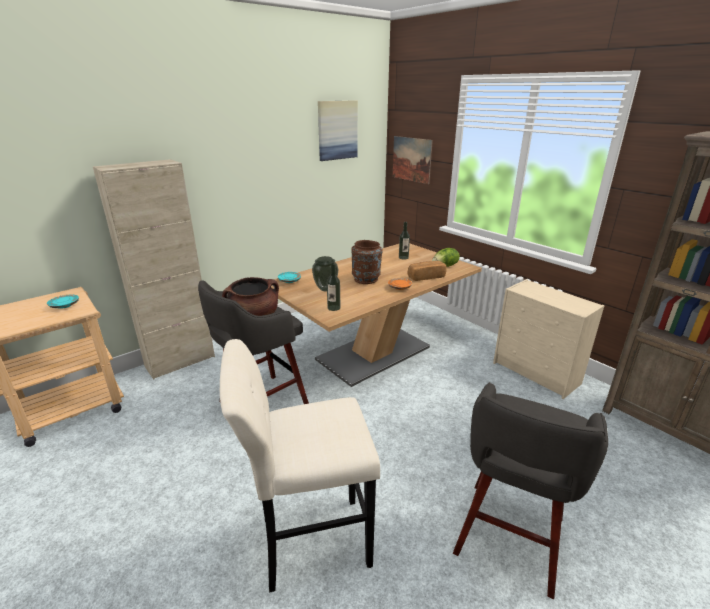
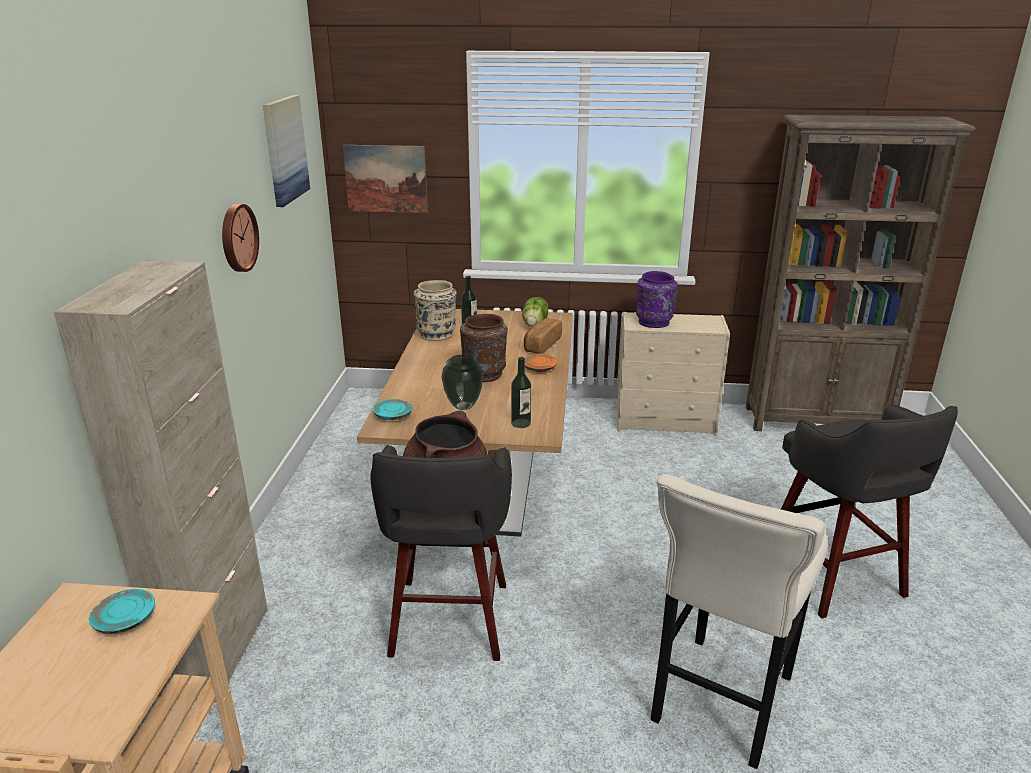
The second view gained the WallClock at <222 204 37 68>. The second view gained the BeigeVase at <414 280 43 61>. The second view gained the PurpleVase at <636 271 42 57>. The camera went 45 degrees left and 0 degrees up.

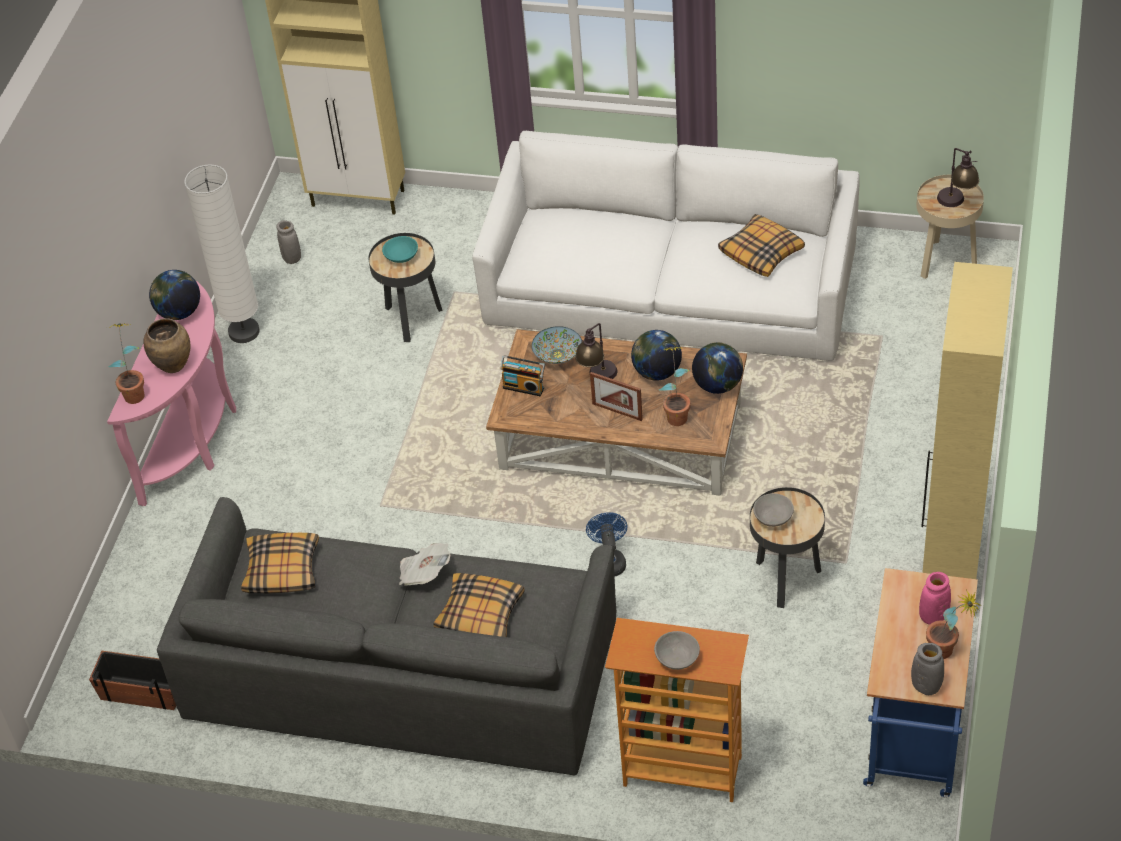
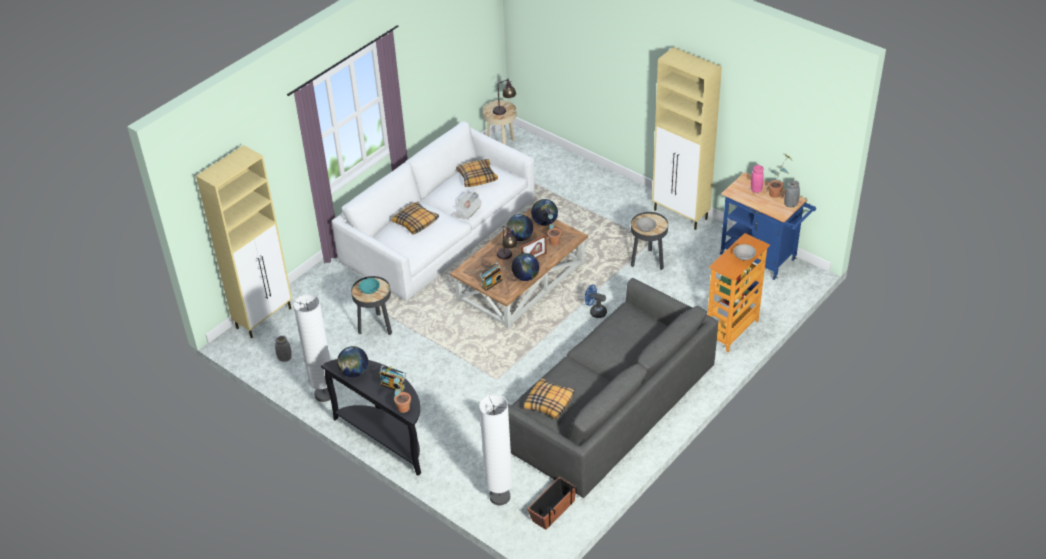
What was the PinkConsoleTable at <107 281 129 225> turned into the BlackConsoleTable at <321 359 100 117>. Where the BrownVase stood at <144 318 47 55>, the Radio came to stand at <379 365 27 27>. The Pillow ended up elsewhere, having gone from <433 573 92 64> to <392 202 47 32>. The Newspaper ended up elsewhere, having gone from <399 543 51 43> to <454 192 28 28>. The second view gained the WhiteFloorLamp at <479 394 34 111>. The second view gained the Globe at <512 253 27 28>. The second view lost the Bowl at <532 326 50 38>. The camera went 65 degrees left and 5 degrees down.

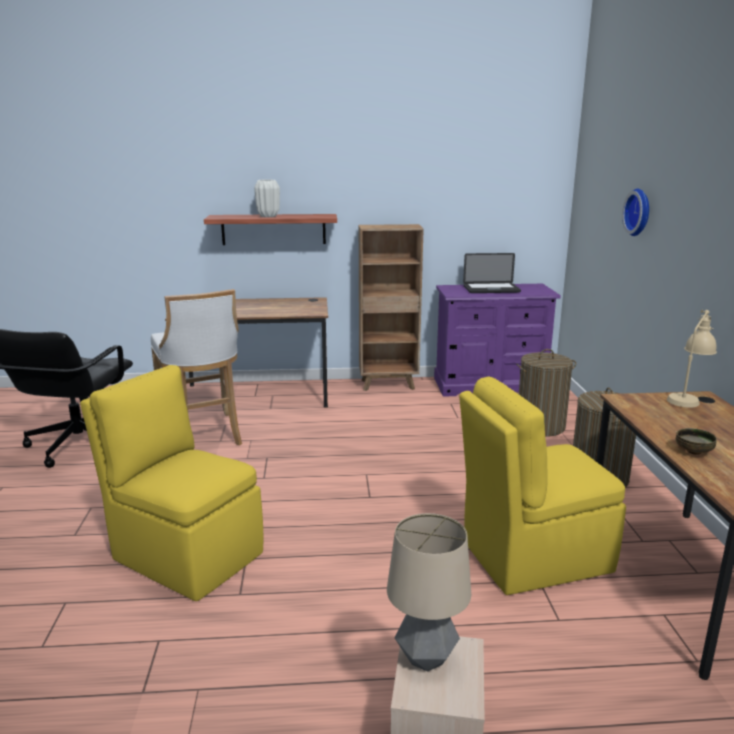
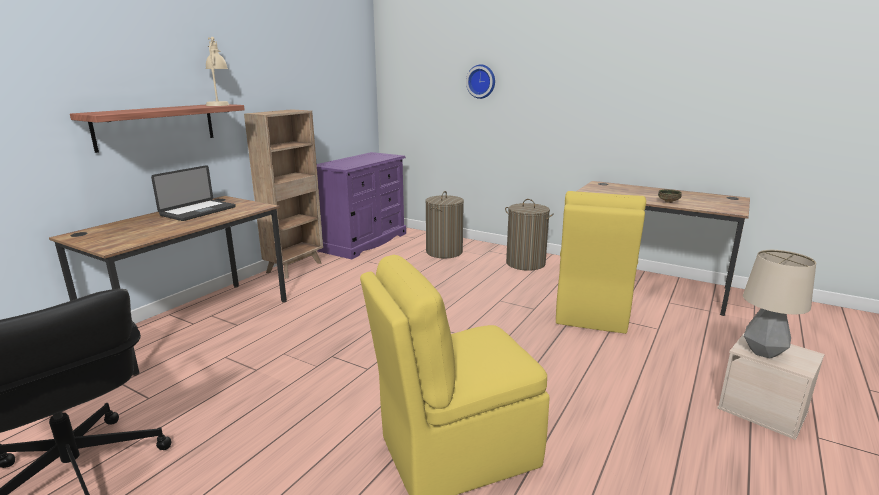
The Laptop ended up elsewhere, having gone from <463 253 58 40> to <151 165 85 56>. The BeigeTableLamp ended up elsewhere, having gone from <667 310 50 98> to <206 37 23 69>. The second view lost the WhiteStool at <151 289 91 156>. The second view lost the WhiteVase at <254 179 26 38>. The camera went 55 degrees left and 0 degrees up.

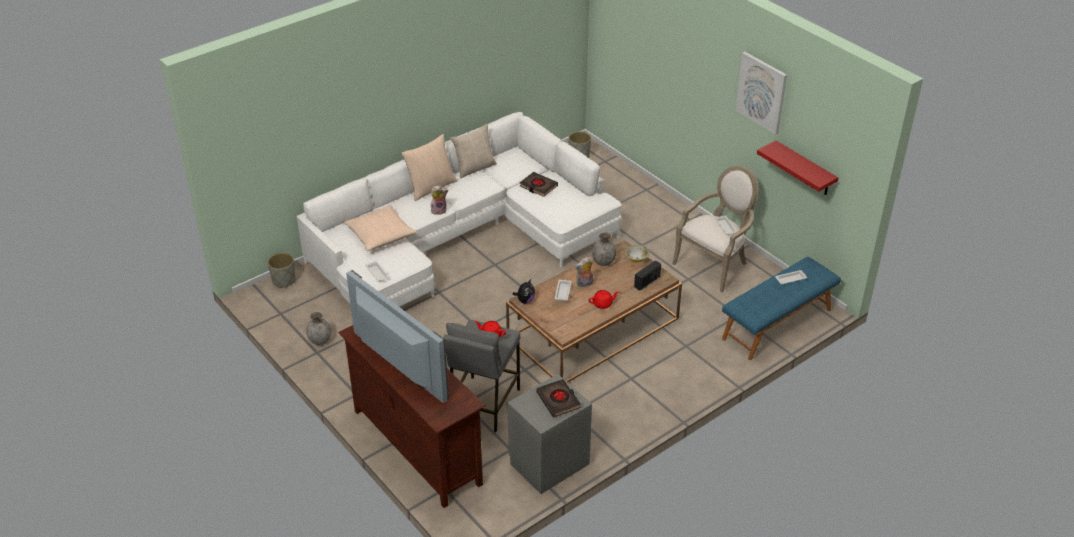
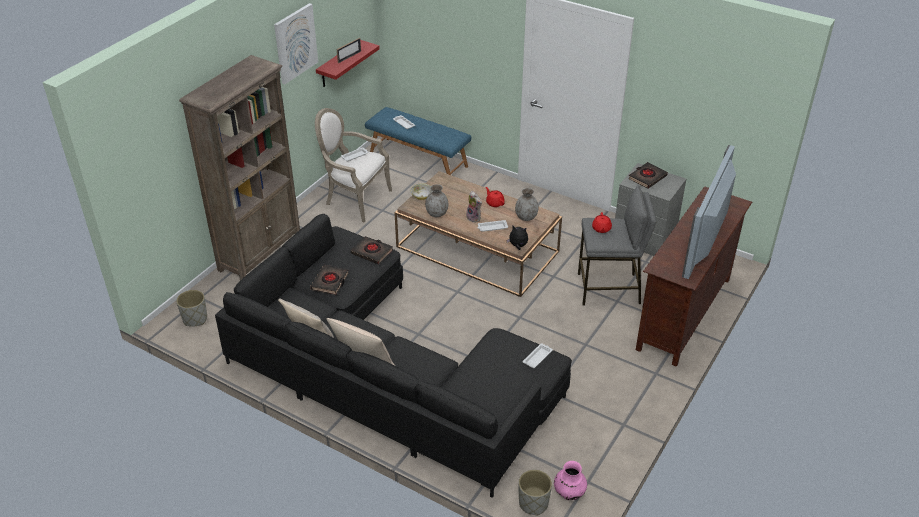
The second view gained the BrownBookcase at <179 55 121 226>. What was the WhiteSofa at <296 112 326 195> turned into the BlackSofa at <215 214 357 284>. The second view gained the PictureFrame at <337 38 24 25>. The second view gained the BlackBook at <351 236 42 28>. The GreyVase ended up elsewhere, having gone from <306 312 25 33> to <515 188 23 33>. The second view gained the PinkVase at <554 461 33 39>. The second view lost the BeigePillow at <344 205 73 46>. The second view lost the PlushToy at <431 185 17 30>. The second view lost the Radio at <634 261 27 30>. The camera went 110 degrees left and 0 degrees up.

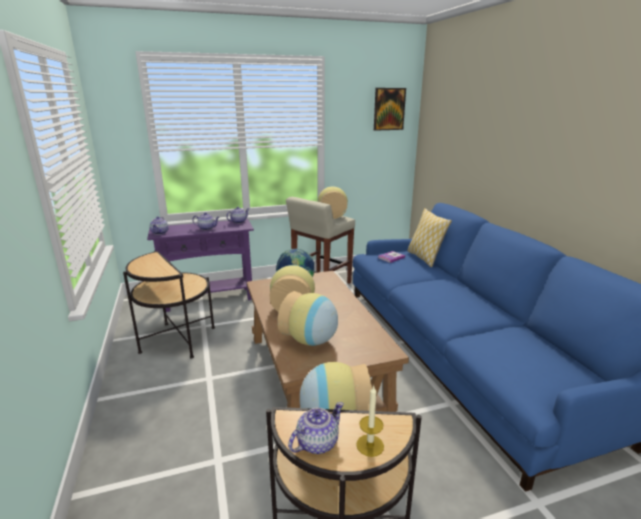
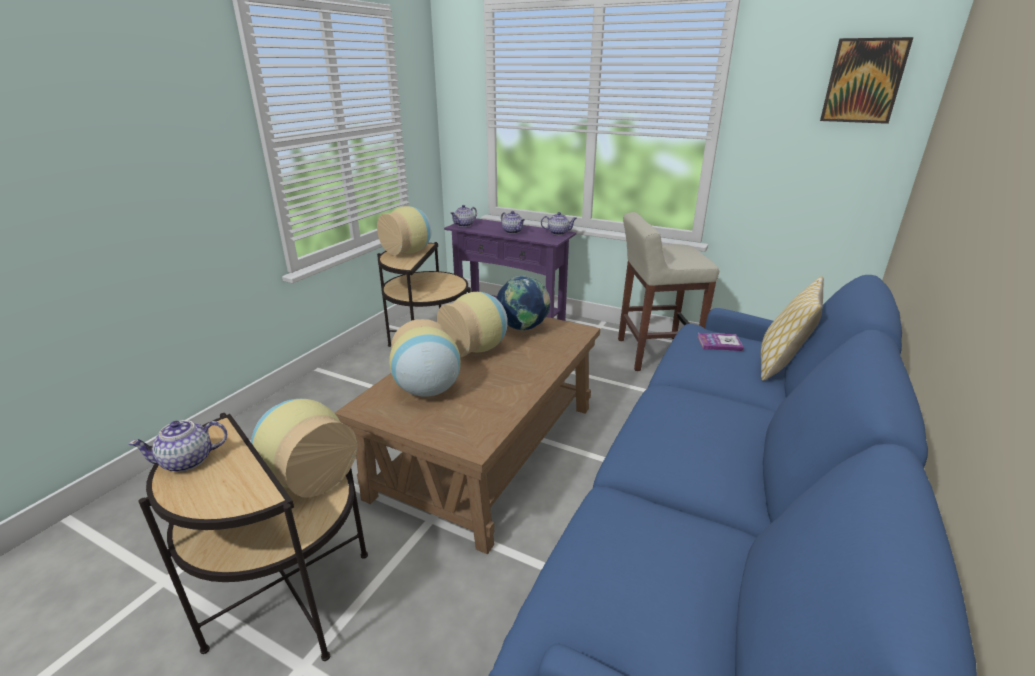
The Teapot at <288 402 56 52> ended up facing another way, 150 degrees clockwise from before. The Vase ended up elsewhere, having gone from <317 186 31 33> to <377 206 55 49>. The second view lost the Candle at <356 386 28 71>. The camera went 45 degrees right and 5 degrees up.

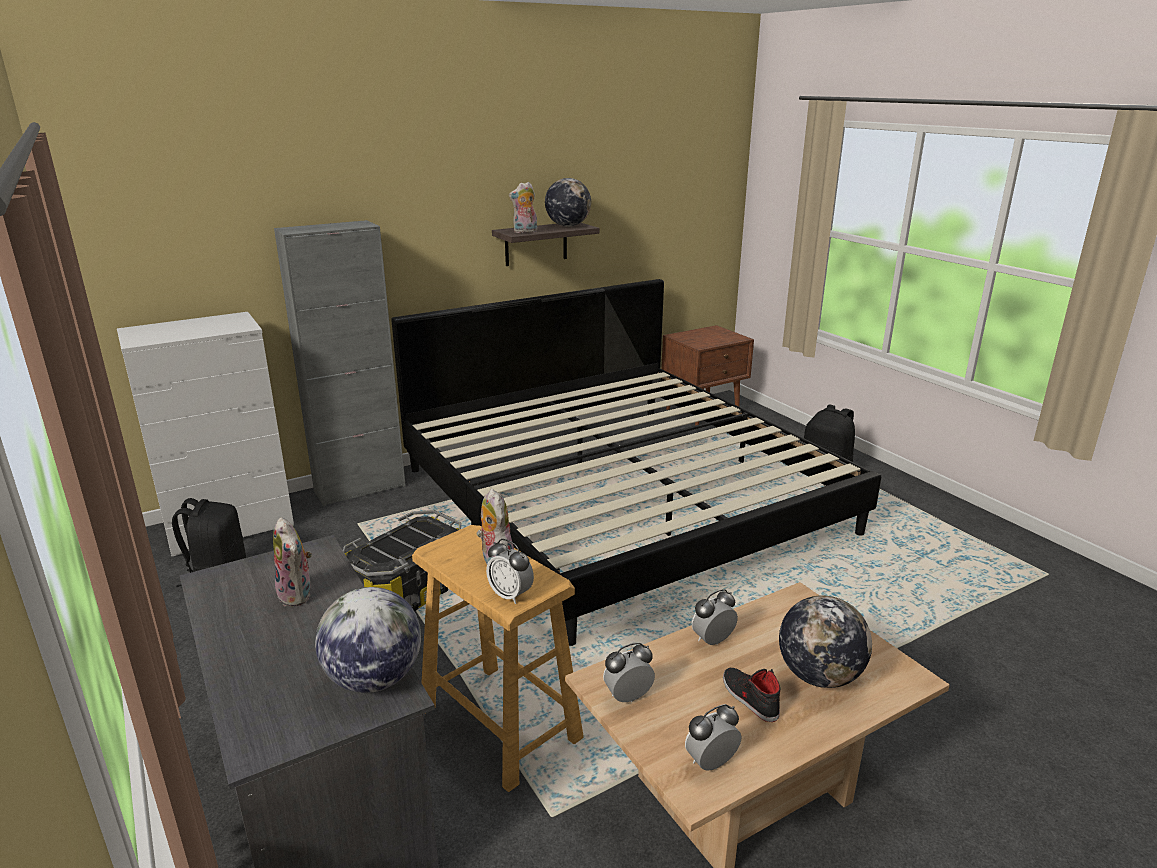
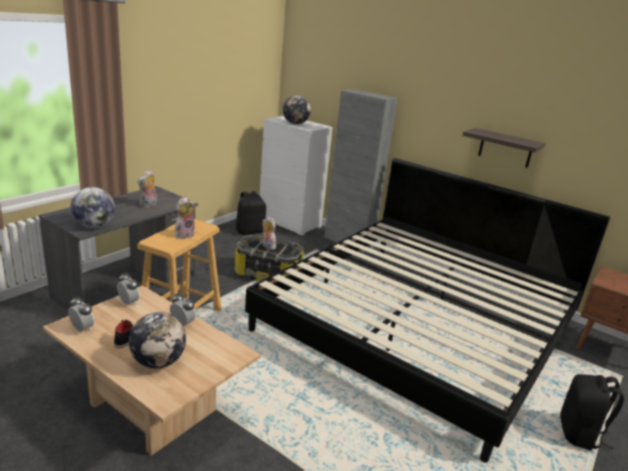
The PlushToy ended up elsewhere, having gone from <509 182 28 51> to <262 217 14 33>. The Globe ended up elsewhere, having gone from <545 178 46 49> to <283 95 28 29>. The second view lost the AlarmClock at <486 539 48 65>. The camera went 65 degrees right and 0 degrees up.

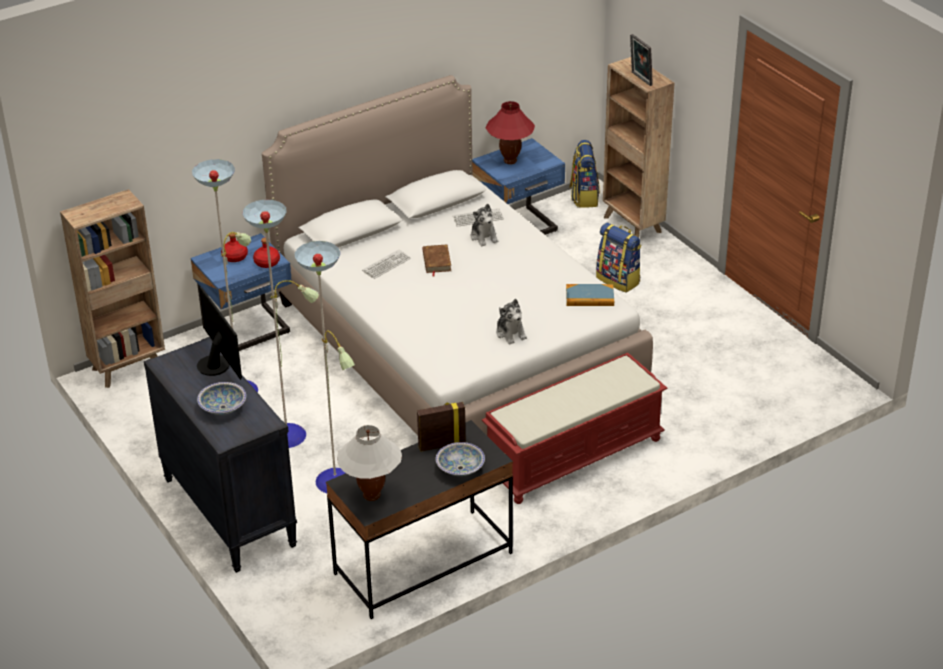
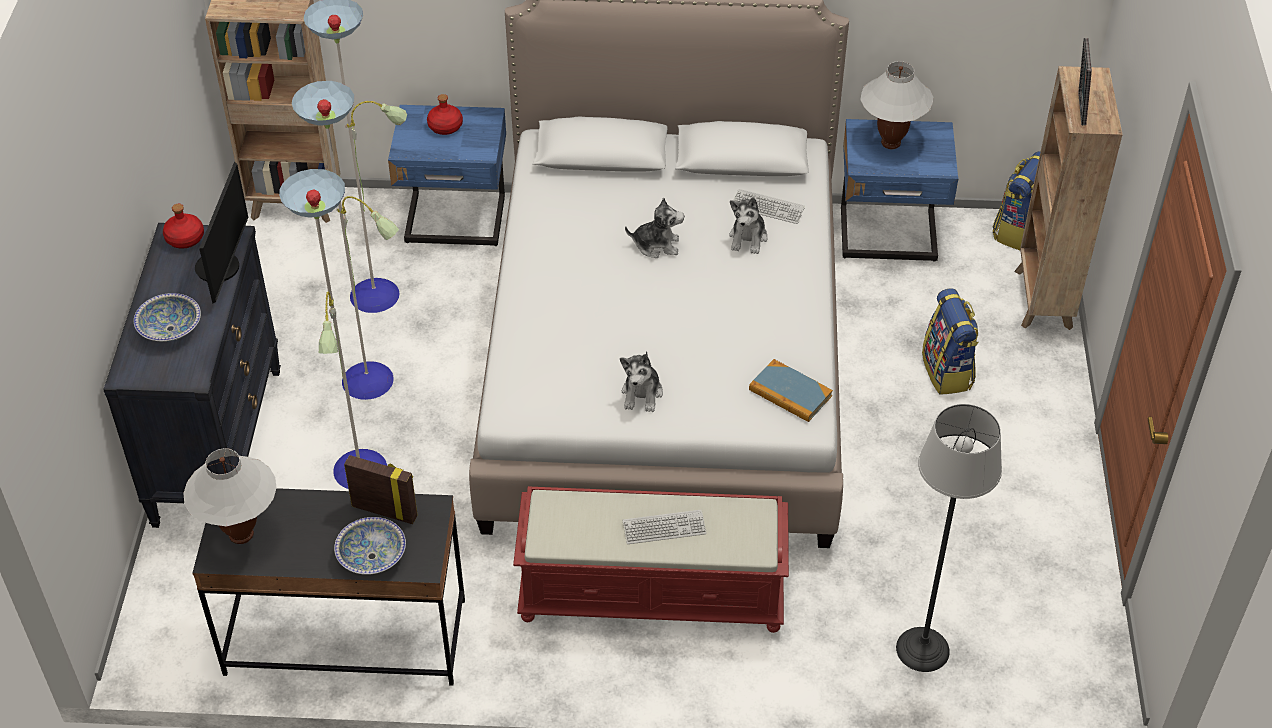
The RedBottle ended up elsewhere, having gone from <253 238 27 30> to <163 204 41 45>. The Keyboard ended up elsewhere, having gone from <362 249 49 30> to <623 510 84 34>. Where the BrownBook stood at <423 244 28 33>, the PlushToy came to stand at <625 198 59 60>. What was the RedTableLamp at <486 101 49 63> turned into the WhiteTableLamp at <860 61 73 88>. The second view gained the FloorLamp at <896 404 106 268>. The camera went 35 degrees right and 10 degrees up.

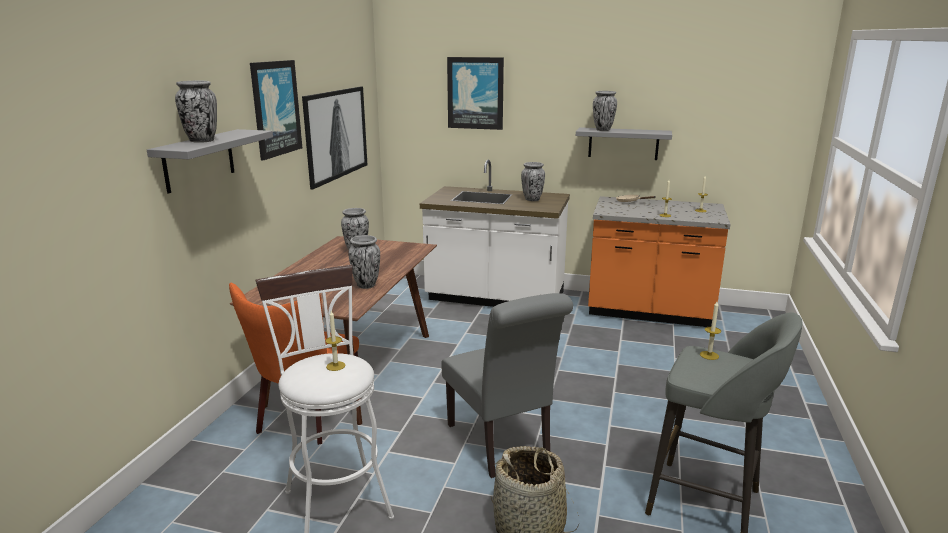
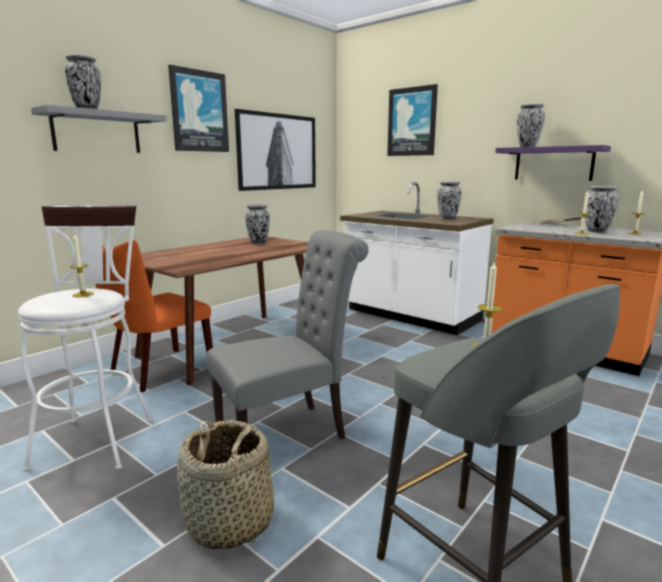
The GreyChair at <441 293 132 185> ended up facing another way, 120 degrees counterclockwise from before. What was the GreyShelf at <576 127 96 33> turned into the PurpleShelf at <495 145 116 36>. The Vase ended up elsewhere, having gone from <348 235 32 54> to <585 186 33 47>. The camera went 25 degrees right and 5 degrees down.

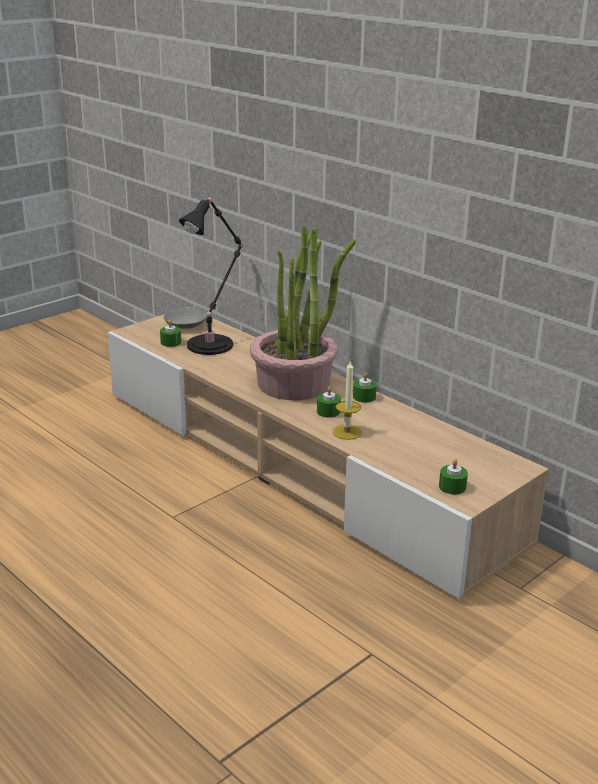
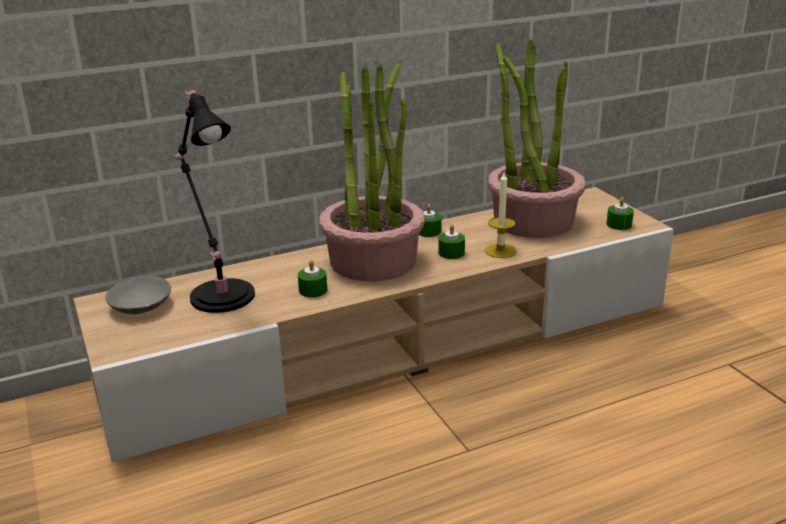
The GreenCandle ended up elsewhere, having gone from <160 320 21 27> to <298 260 29 37>. The second view gained the PottedPlant at <488 39 98 199>. The camera went 70 degrees left and 0 degrees up.

